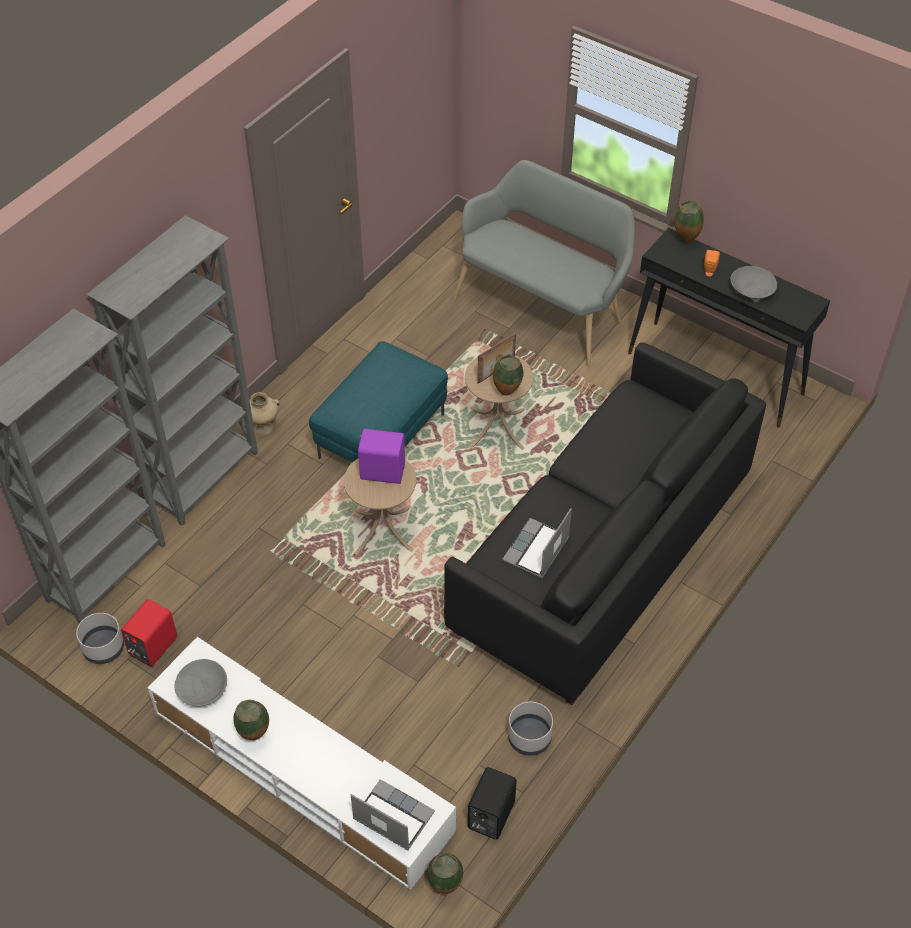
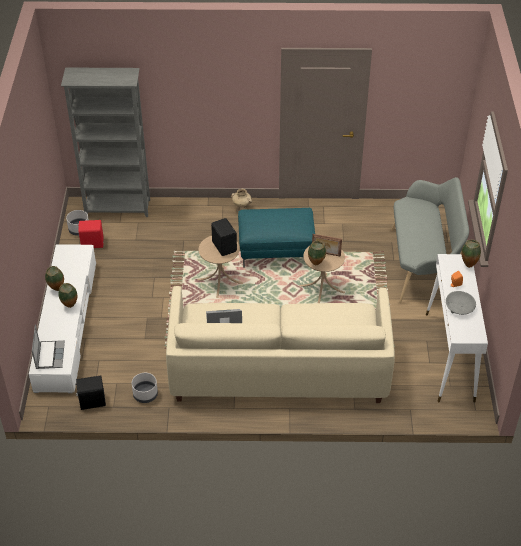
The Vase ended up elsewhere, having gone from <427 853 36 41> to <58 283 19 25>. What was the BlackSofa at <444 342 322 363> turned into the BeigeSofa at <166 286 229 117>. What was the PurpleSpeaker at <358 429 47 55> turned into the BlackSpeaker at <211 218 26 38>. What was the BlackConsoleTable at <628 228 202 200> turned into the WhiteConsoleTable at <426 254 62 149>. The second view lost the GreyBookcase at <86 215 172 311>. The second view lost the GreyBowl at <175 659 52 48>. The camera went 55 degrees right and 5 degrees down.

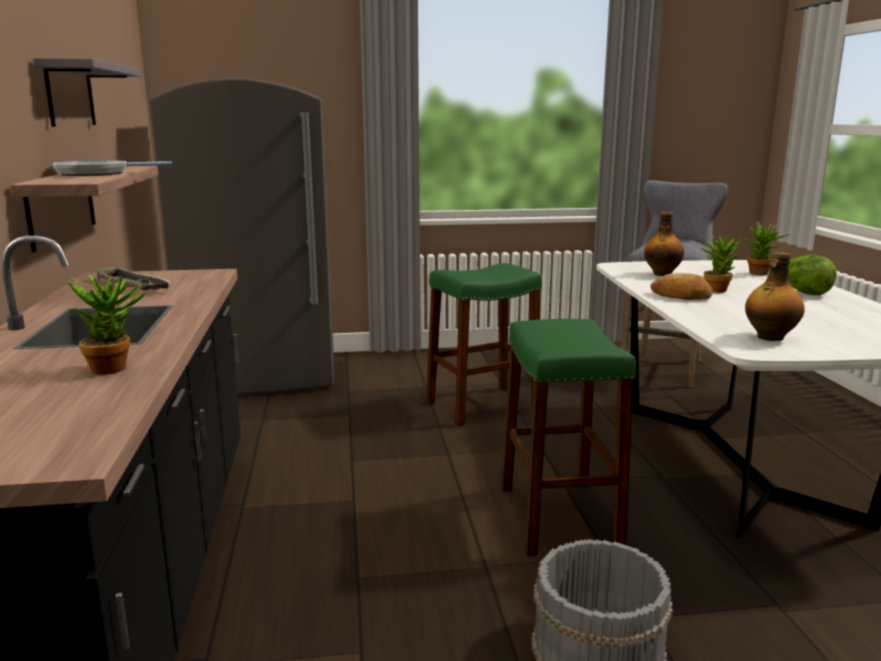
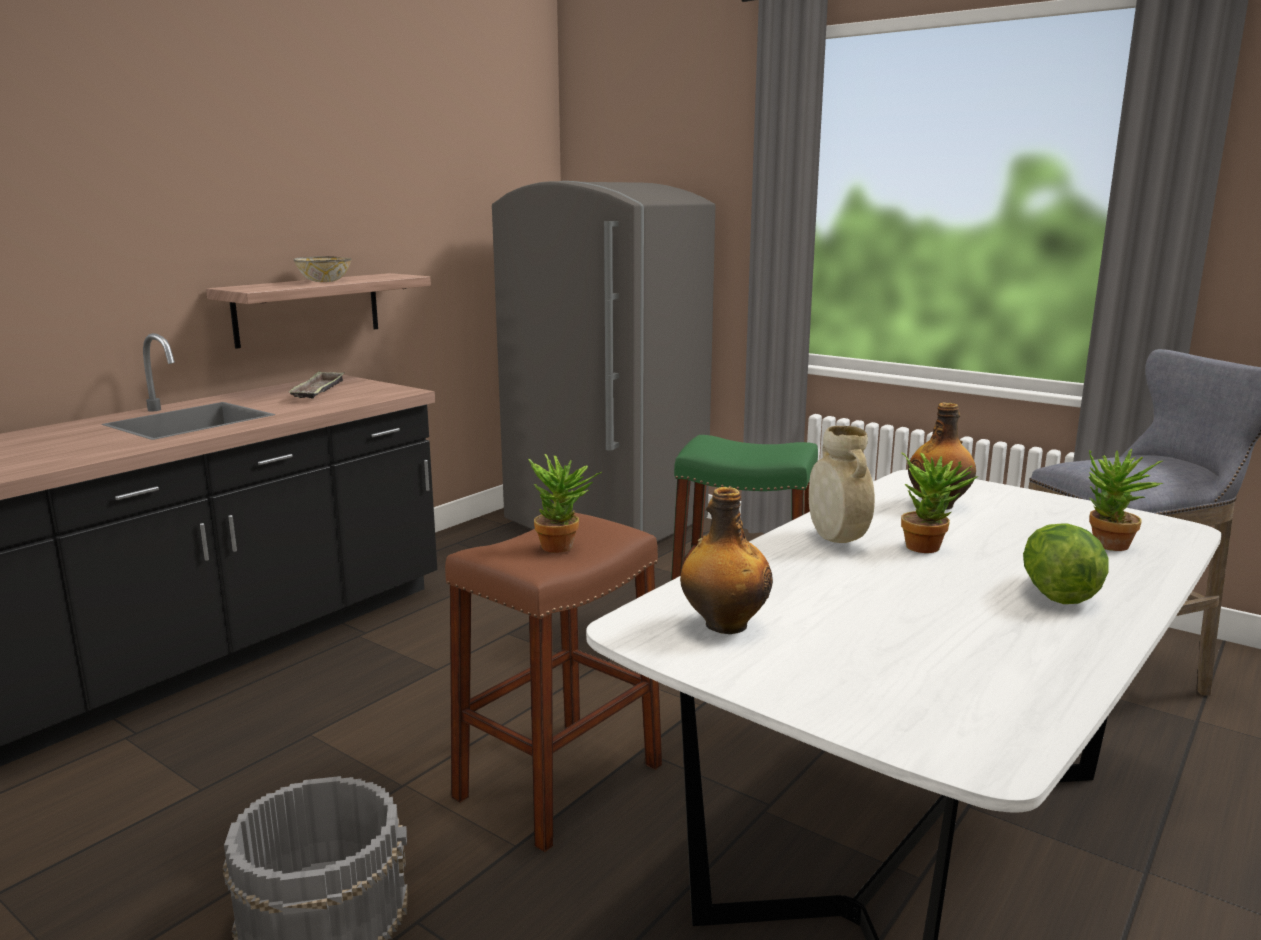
Where the FryingPan stood at <53 160 119 16>, the Bowl came to stand at <293 256 59 26>. What was the GreenStool at <501 319 135 237> turned into the BrownStool at <445 513 217 339>. The PottedPlant ended up elsewhere, having gone from <67 275 81 100> to <528 454 74 99>. Where the Bread stood at <651 273 62 27>, the BeigeVase came to stand at <809 426 66 117>. The second view lost the GreyShelf at <33 58 108 69>. The camera went 45 degrees right and 0 degrees up.

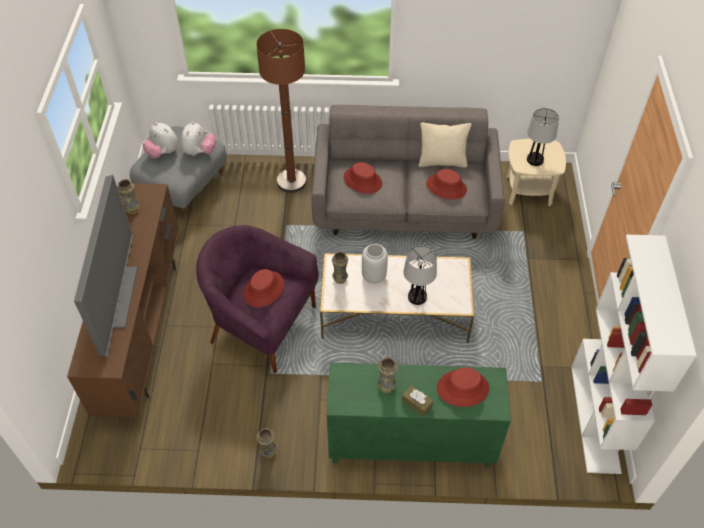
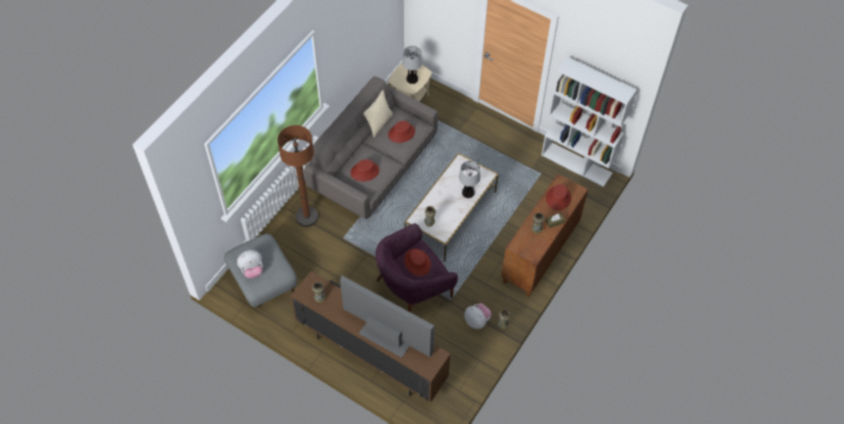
The PlushToy ended up elsewhere, having gone from <181 121 35 35> to <464 303 28 26>. What was the GreenCabinet at <327 362 184 106> turned into the BrownCabinet at <501 174 87 123>. The second view lost the GreyVase at <362 244 26 40>. The camera went 60 degrees left and 5 degrees up.

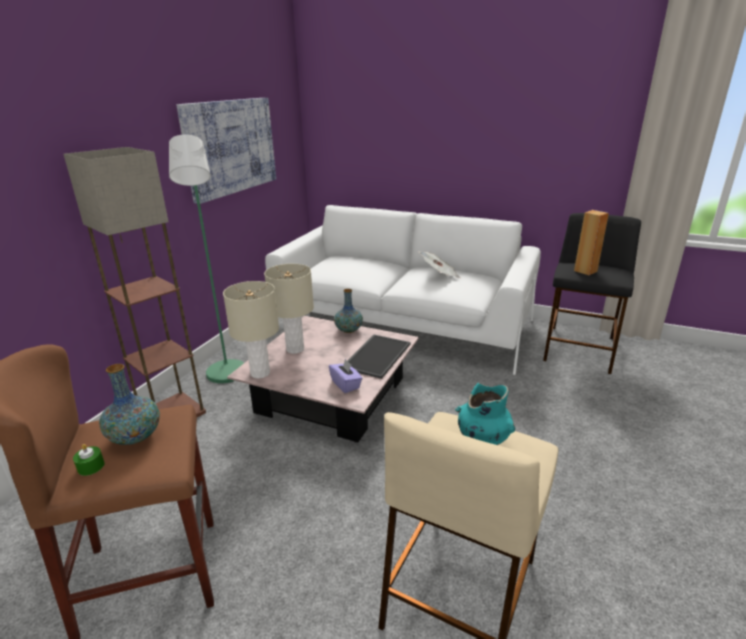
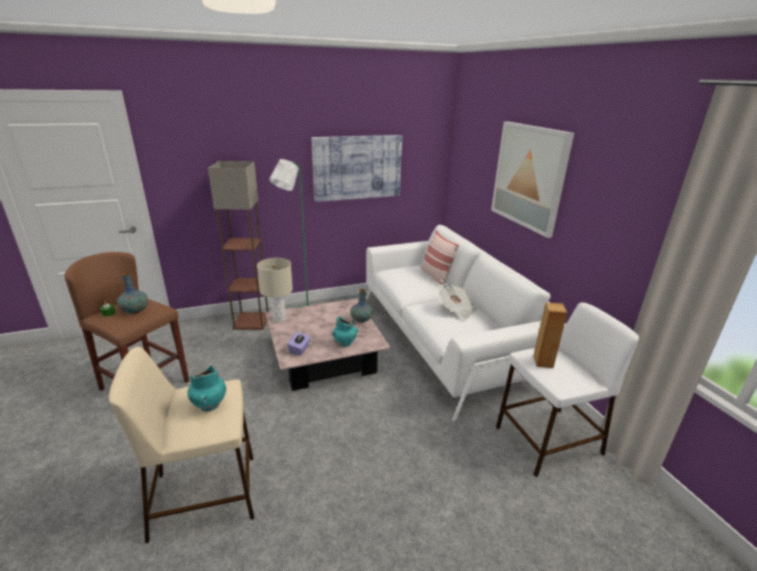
Where the Tray stood at <348 335 63 44>, the TurquoiseVase came to stand at <332 316 27 31>. The second view gained the Pillow at <421 230 38 55>. The second view gained the Picture at <491 121 83 117>. What was the BlackStool at <543 213 98 161> turned into the WhiteStool at <496 302 143 175>. The second view lost the BeigeTableLamp at <264 264 50 90>. The camera went 45 degrees right and 0 degrees up.

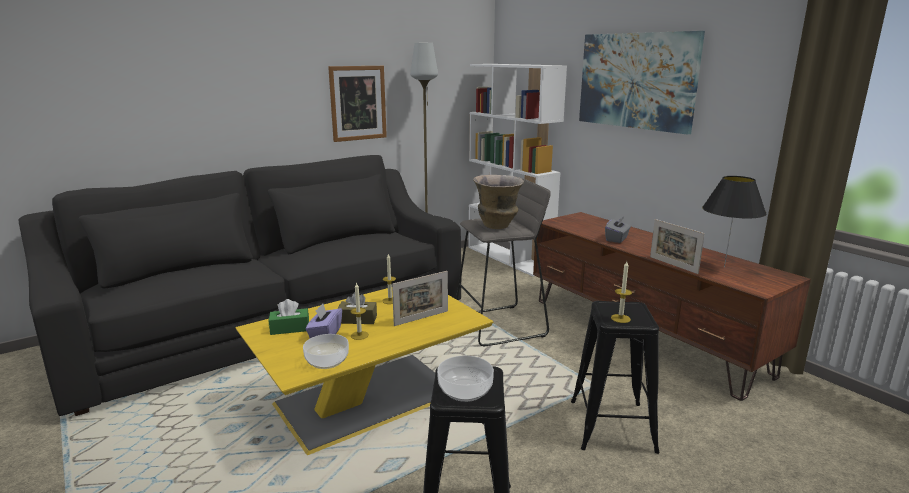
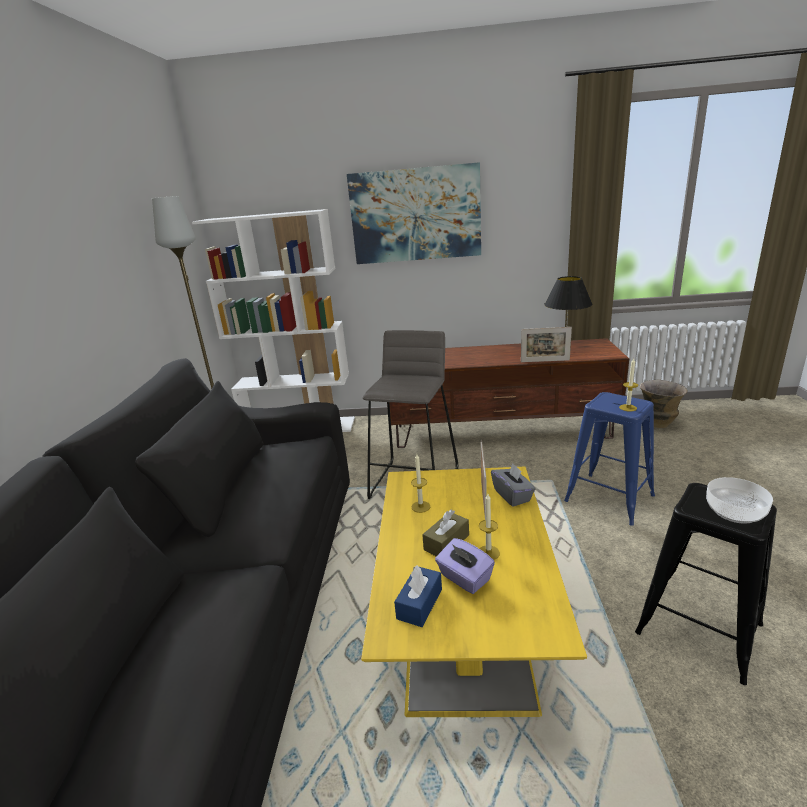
What was the GreenTissueBox at <269 299 40 36> turned into the BlueTissueBox at <394 565 48 62>. The GreyTissueBox ended up elsewhere, having gone from <605 217 26 26> to <491 463 44 44>. What was the BlackStool at <571 301 89 153> turned into the BlueStool at <564 392 91 134>. The Vase ended up elsewhere, having gone from <473 175 51 54> to <640 380 47 48>. The second view lost the Bowl at <303 334 46 35>. The second view lost the Picture at <328 66 59 76>. The camera went 50 degrees left and 5 degrees up.

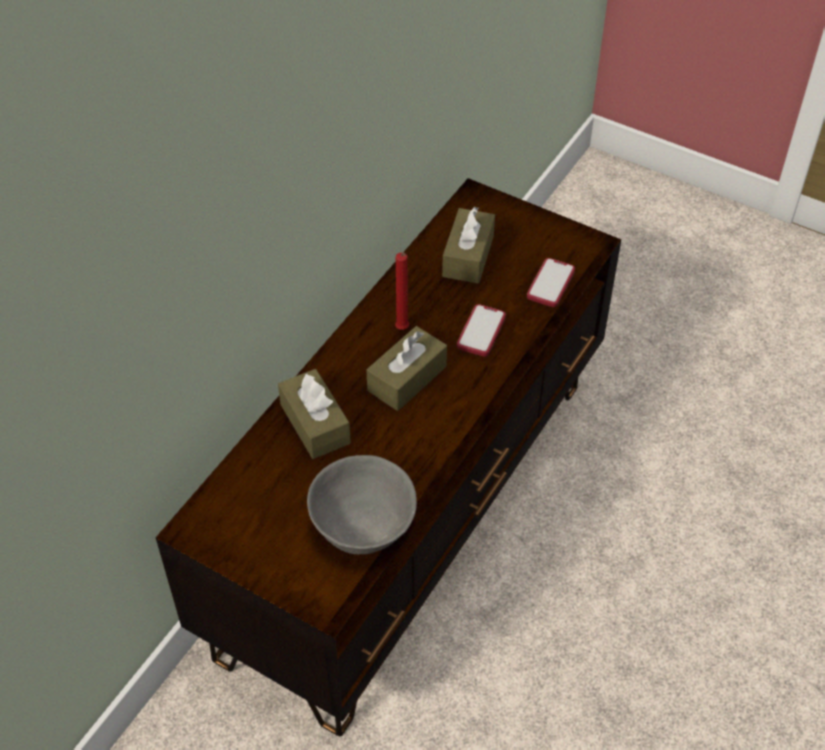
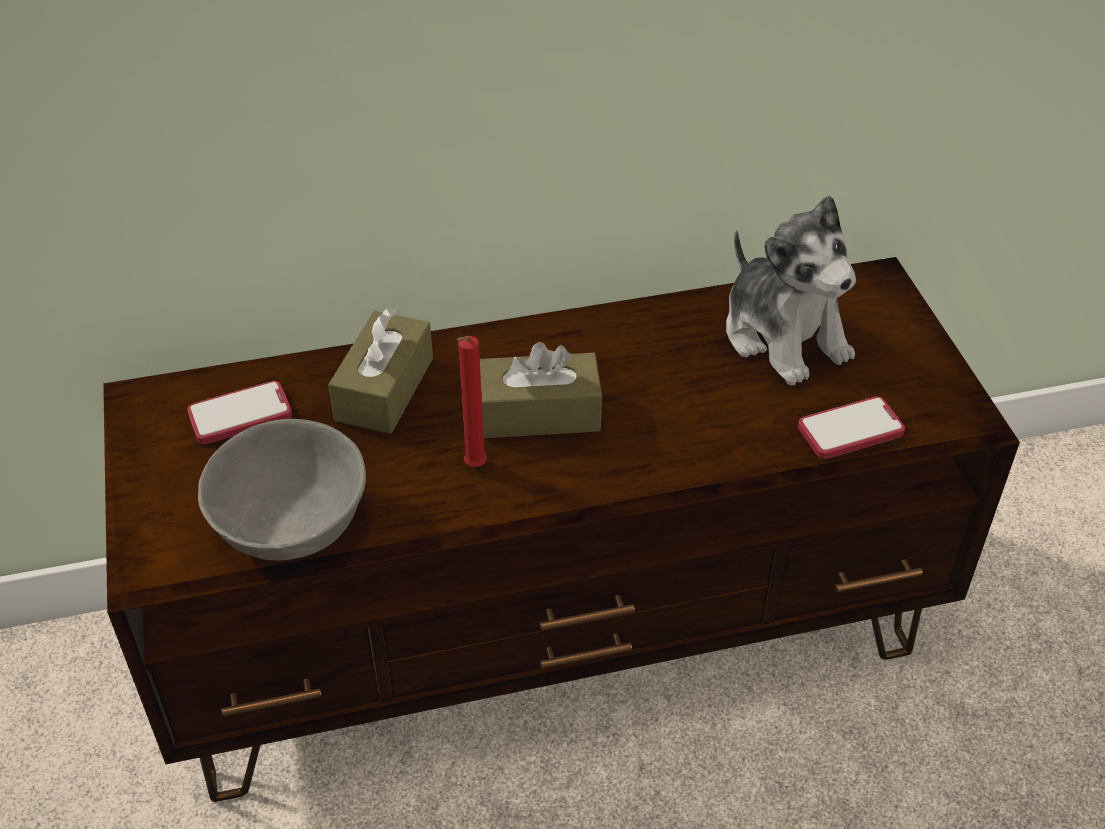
The Phone ended up elsewhere, having gone from <457 304 49 53> to <187 381 105 63>. The RedCandle ended up elsewhere, having gone from <395 253 14 77> to <457 336 30 131>. Where the BrownTissueBox stood at <442 207 53 76>, the PlushToy came to stand at <726 195 130 191>. The camera went 45 degrees right and 5 degrees down.

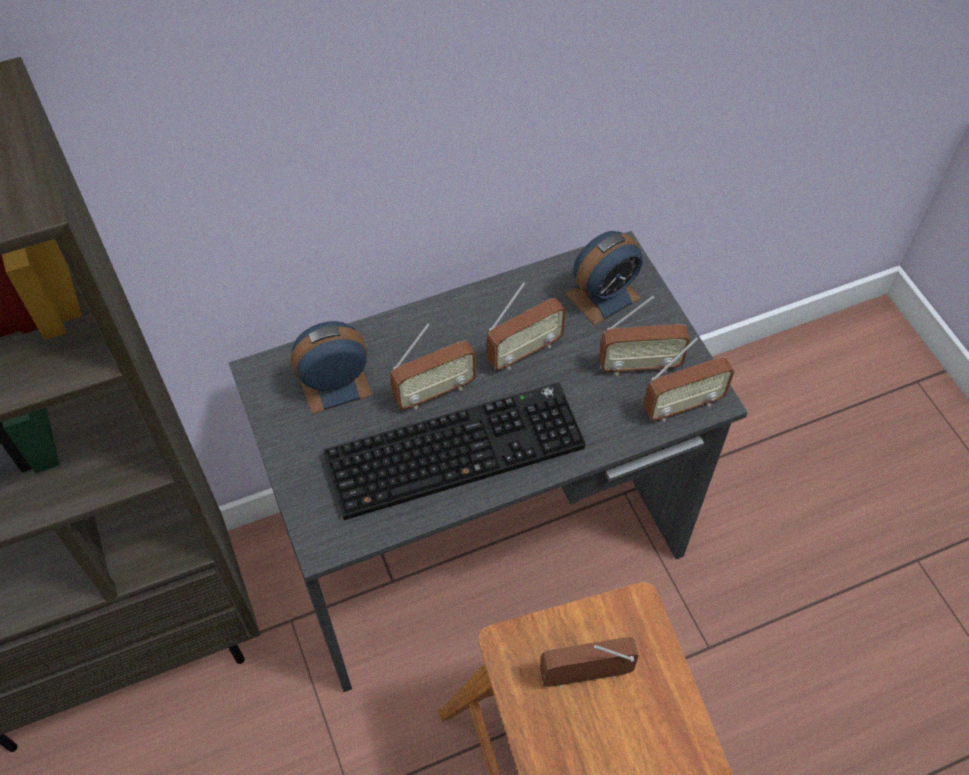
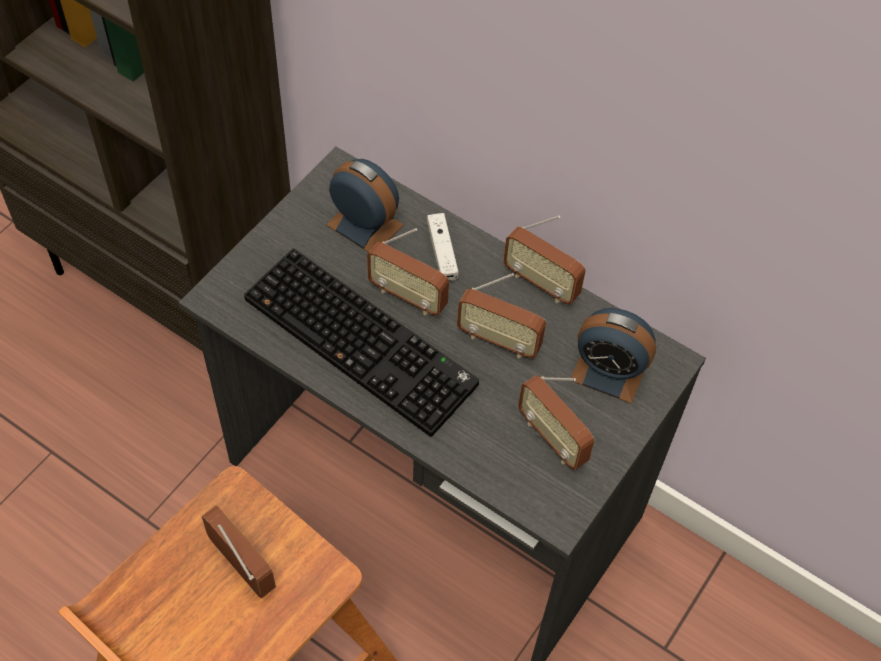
The second view gained the WhiteGameController at <427 213 32 68>. The Radio ended up elsewhere, having gone from <643 337 92 85> to <503 216 83 88>. The camera went 55 degrees right and 0 degrees up.

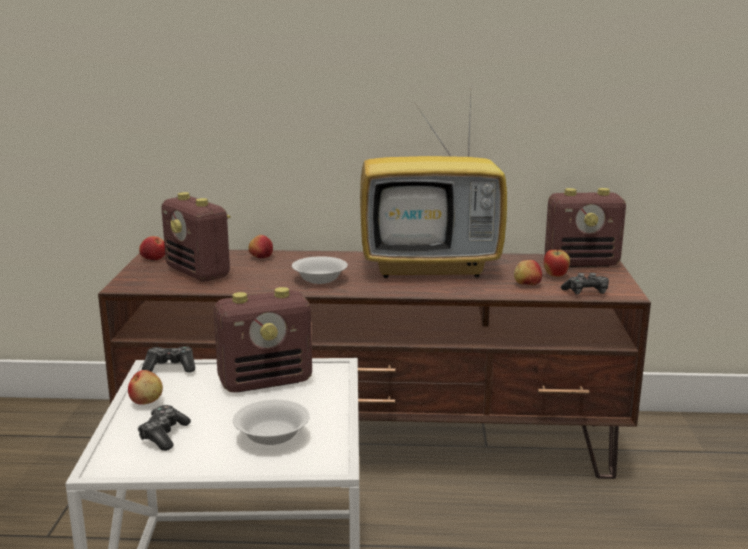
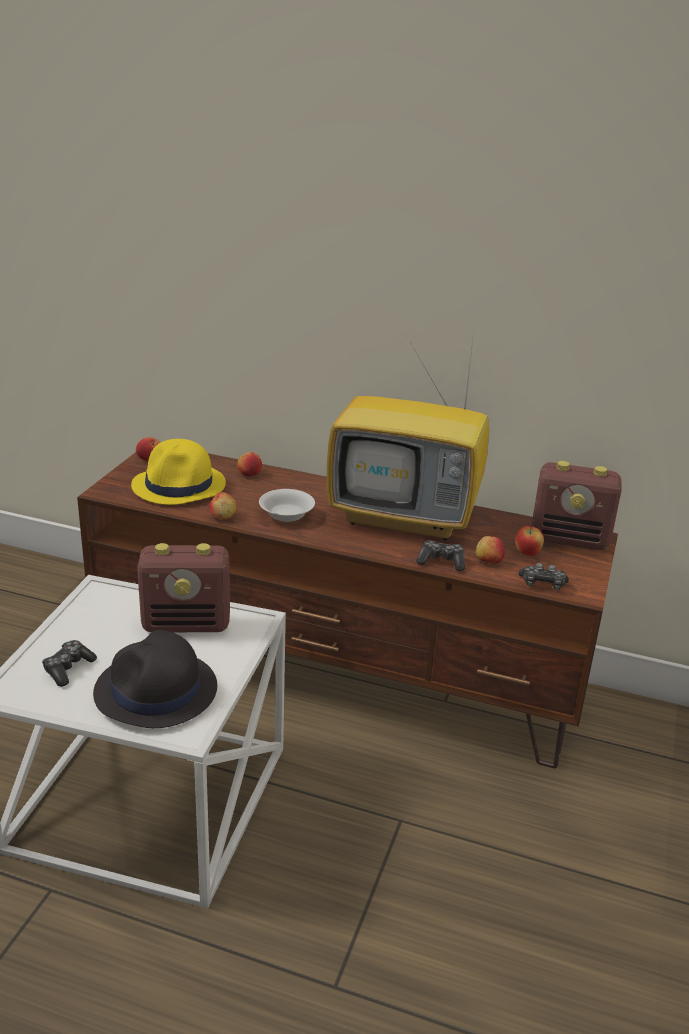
Where the WhiteBowl stood at <233 400 77 45>, the BlackHat came to stand at <93 630 124 98>. Where the Radio stood at <161 192 70 90>, the YellowHat came to stand at <131 439 95 66>. The Apple ended up elsewhere, having gone from <128 370 35 35> to <209 492 28 28>. The GameController ended up elsewhere, having gone from <142 346 53 27> to <416 540 49 31>. The camera went 15 degrees right and 10 degrees up.

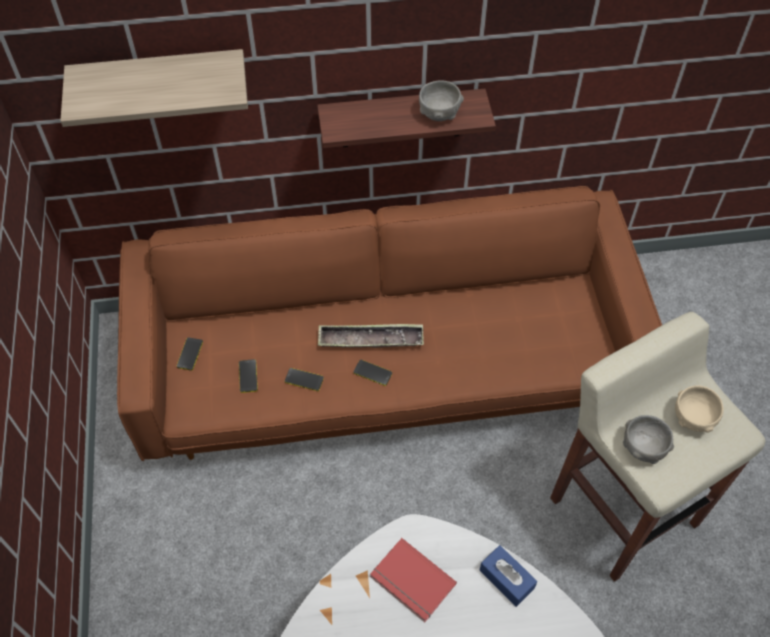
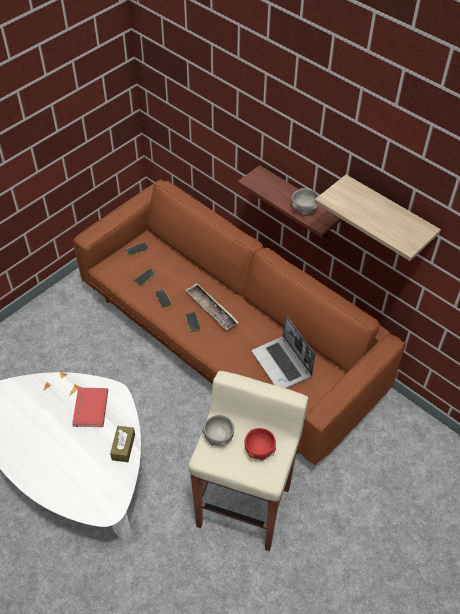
What was the BlueTissueBox at <480 545 57 62> turned into the BrownTissueBox at <110 426 25 36>. What was the BeigeBowl at <675 386 49 47> turned into the RedBowl at <245 428 31 32>. The second view gained the Laptop at <252 315 63 73>. The Shelf ended up elsewhere, having gone from <60 49 188 78> to <315 174 126 87>. The camera went 50 degrees right and 5 degrees down.

